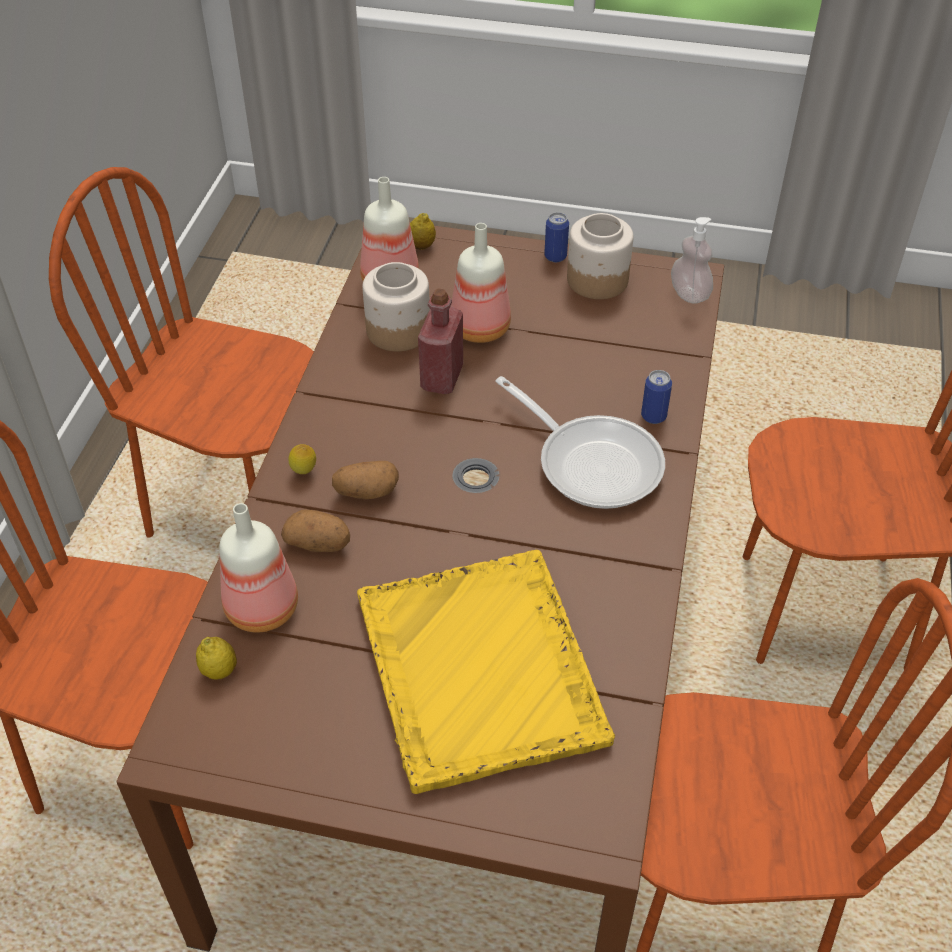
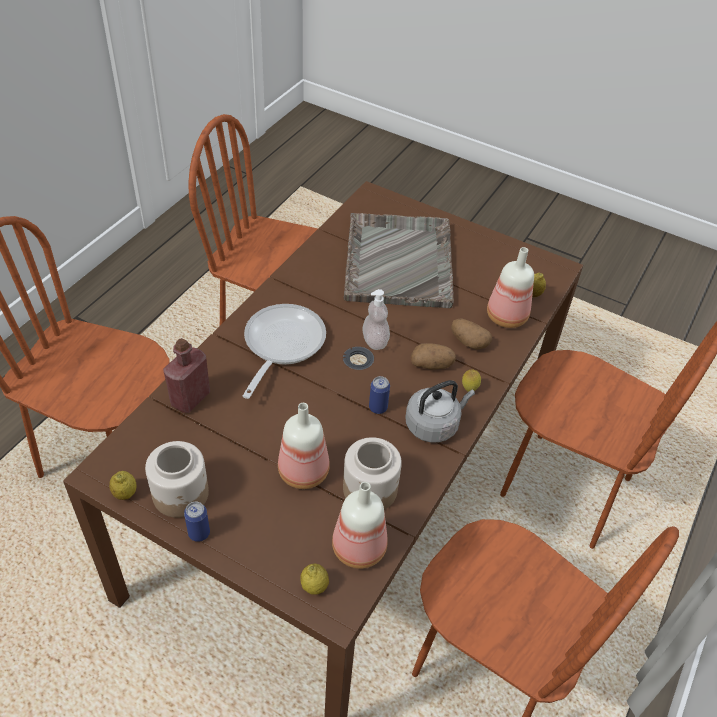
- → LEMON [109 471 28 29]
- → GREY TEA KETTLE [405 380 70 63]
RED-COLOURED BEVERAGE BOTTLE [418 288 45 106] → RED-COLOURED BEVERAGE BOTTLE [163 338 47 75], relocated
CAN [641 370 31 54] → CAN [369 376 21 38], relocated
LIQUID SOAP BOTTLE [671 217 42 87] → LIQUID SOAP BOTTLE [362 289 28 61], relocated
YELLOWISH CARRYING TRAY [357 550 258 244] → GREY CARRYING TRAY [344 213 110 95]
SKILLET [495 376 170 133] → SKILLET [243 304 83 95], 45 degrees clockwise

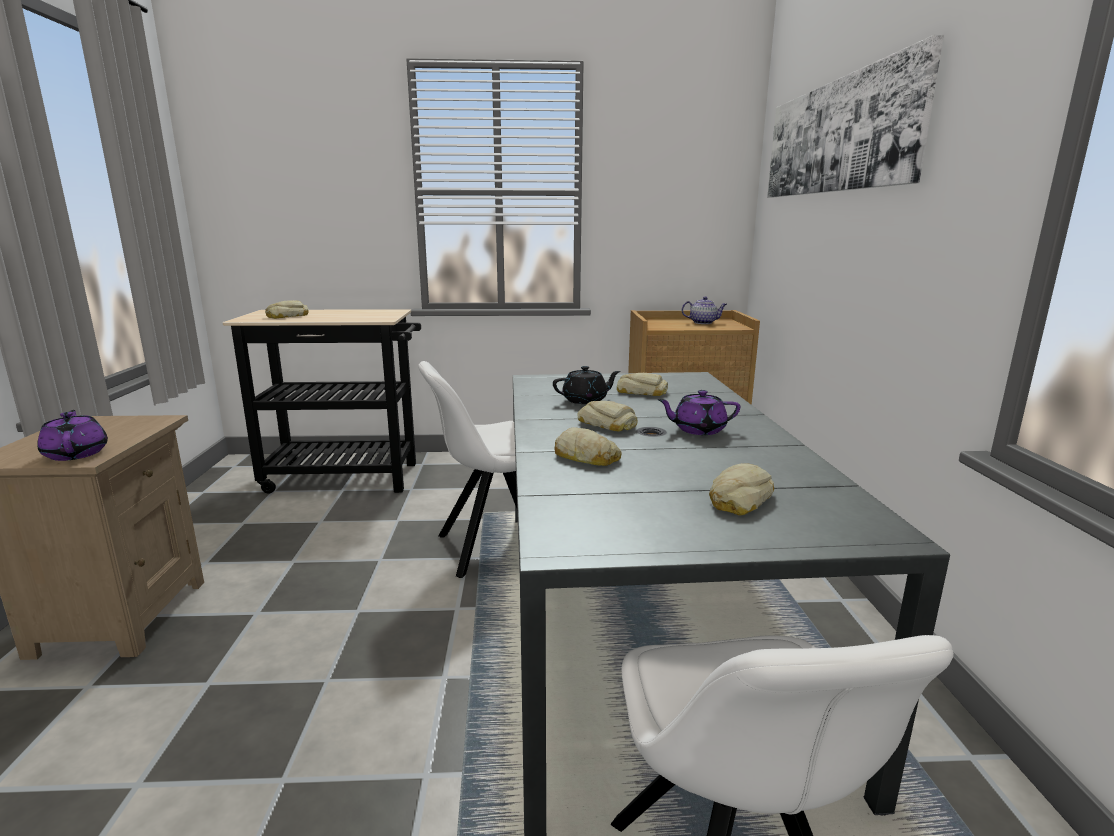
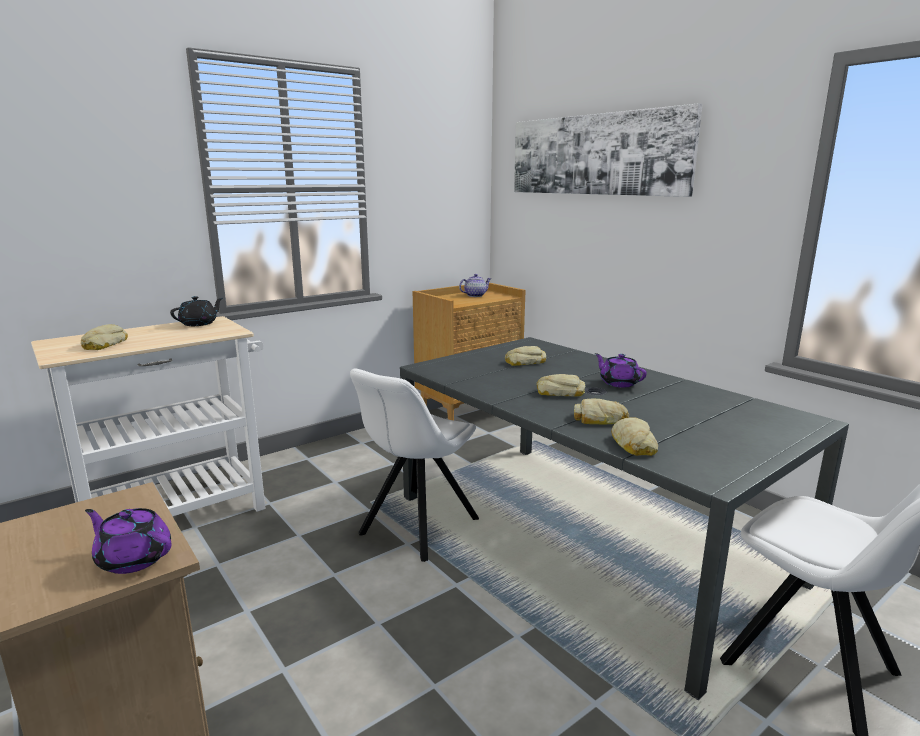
BLACKISH TEAPOT [553 366 68 38] → BLACKISH TEAPOT [170 296 53 30], relocated
BREAD [709 463 65 53] → BREAD [611 417 47 39], relocated
BLACKISH CART [223 309 198 185] → WHITISH CART [31 316 235 200]
PURPLISH TEAPOT [658 390 82 45] → PURPLISH TEAPOT [595 353 52 35], 90 degrees clockwise

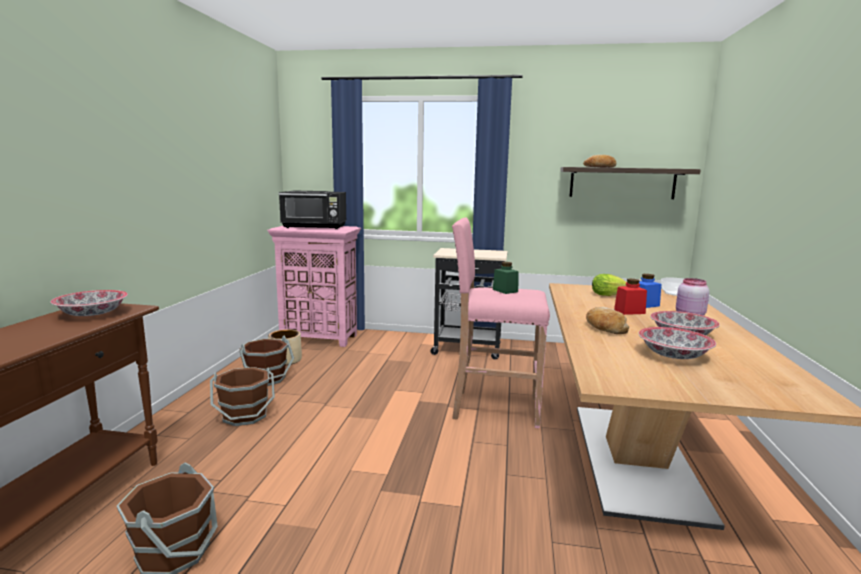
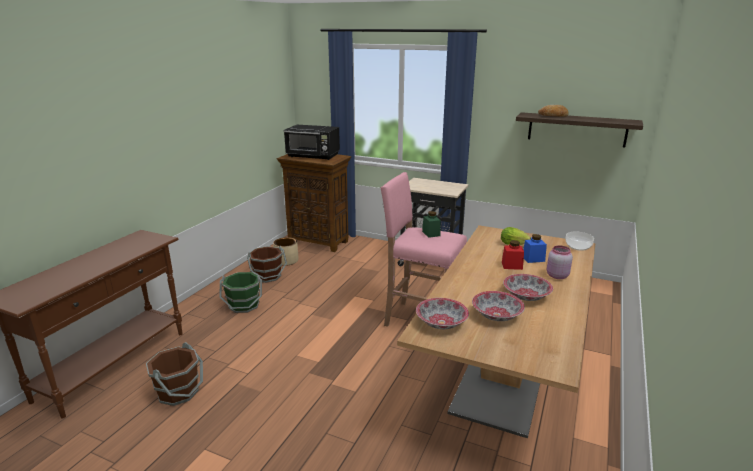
BREAD [586 307 43 27] → -
SERVING BOWL [50 290 78 26] → SERVING BOWL [416 298 53 31], relocated
BROWN BUCKET [210 367 65 59] → GREEN BUCKET [219 272 43 41]
PINK-COLOURED CUPBOARD [267 226 94 121] → BROWN CUPBOARD [277 154 75 98]

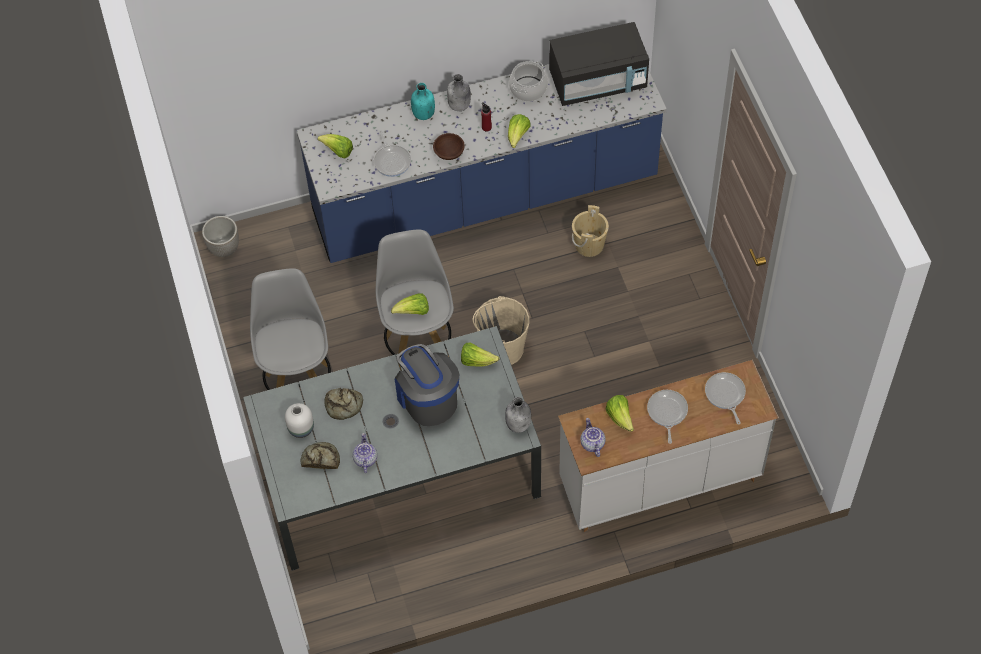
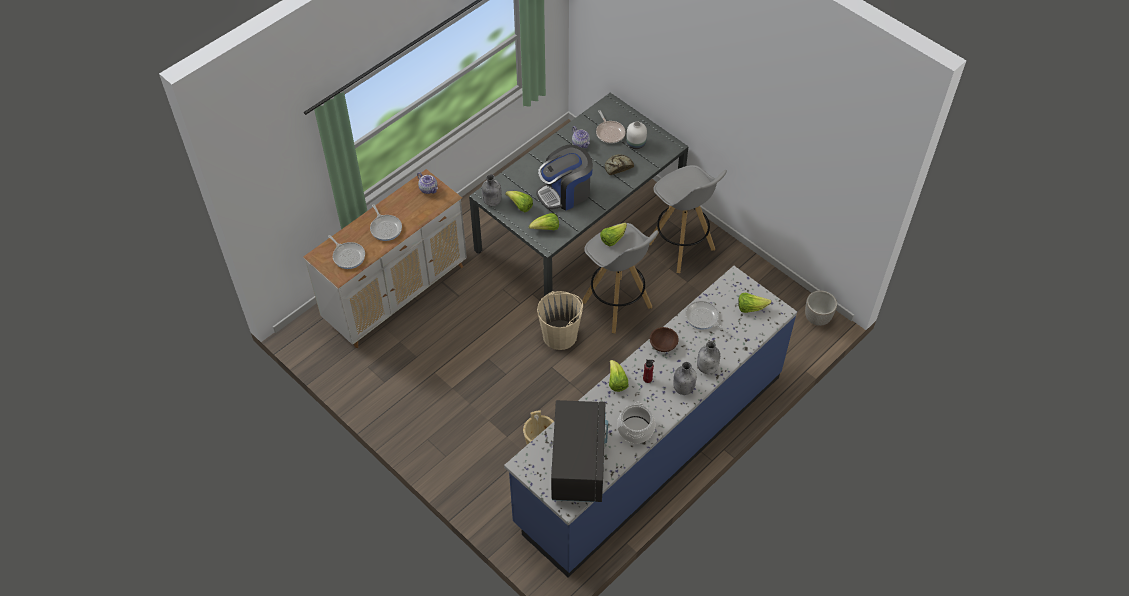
LETTUCE [605 395 29 37] → LETTUCE [505 191 28 21], relocated
BREAD [300 442 40 27] → SKILLET [596 110 30 34]
TURQUOISE-COLOURED BEVERAGE BOTTLE [411 83 24 37] → GREY BEVERAGE BOTTLE [697 341 23 33]
COFFEE BREWER [395 344 64 82] → COFFEE BREWER [536 144 57 67], 120 degrees clockwise
BLACKISH KITCHEN MICROWAVE [549 22 100 84] → BLACKISH KITCHEN MICROWAVE [551 400 57 102], 135 degrees clockwise

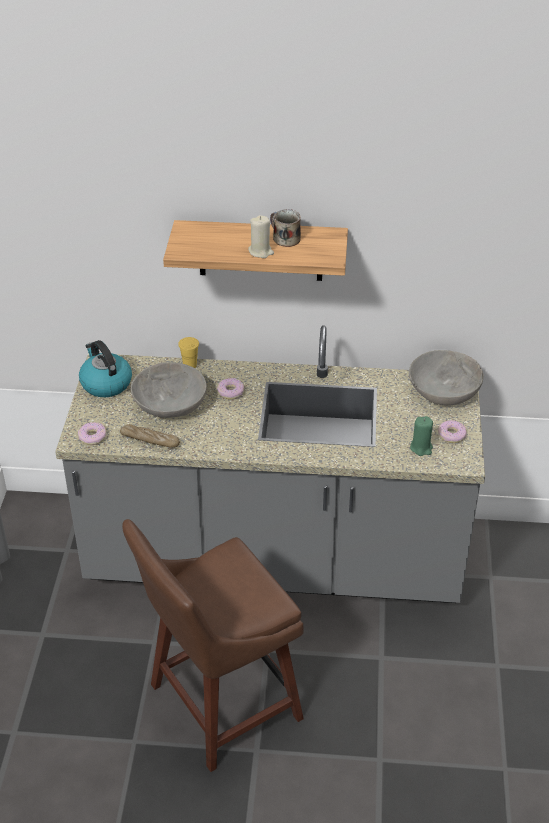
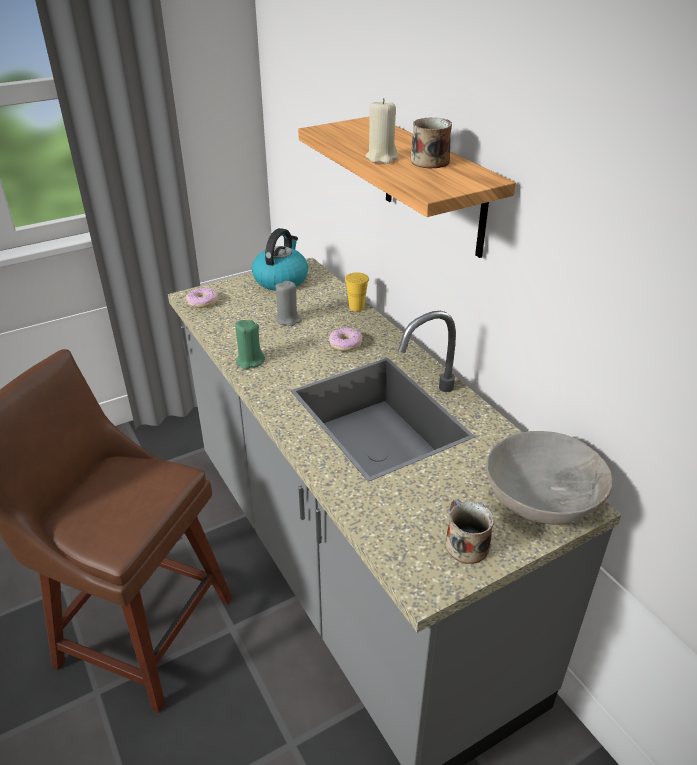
BREAD [120 424 60 24] → -
GREEN CANDLE [410 416 23 40] → GREEN CANDLE [235 320 30 50], relocated
GREY SERVING BOWL [131 362 76 56] → GREY CANDLE [275 281 27 45]
DOUGHNUT [438 420 29 23] → MUG [445 499 49 65]

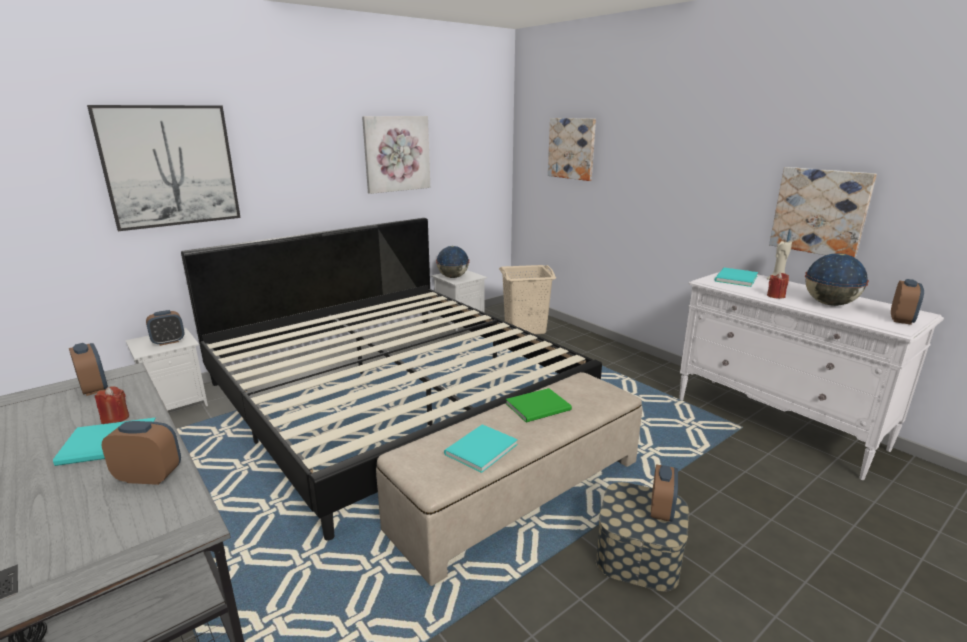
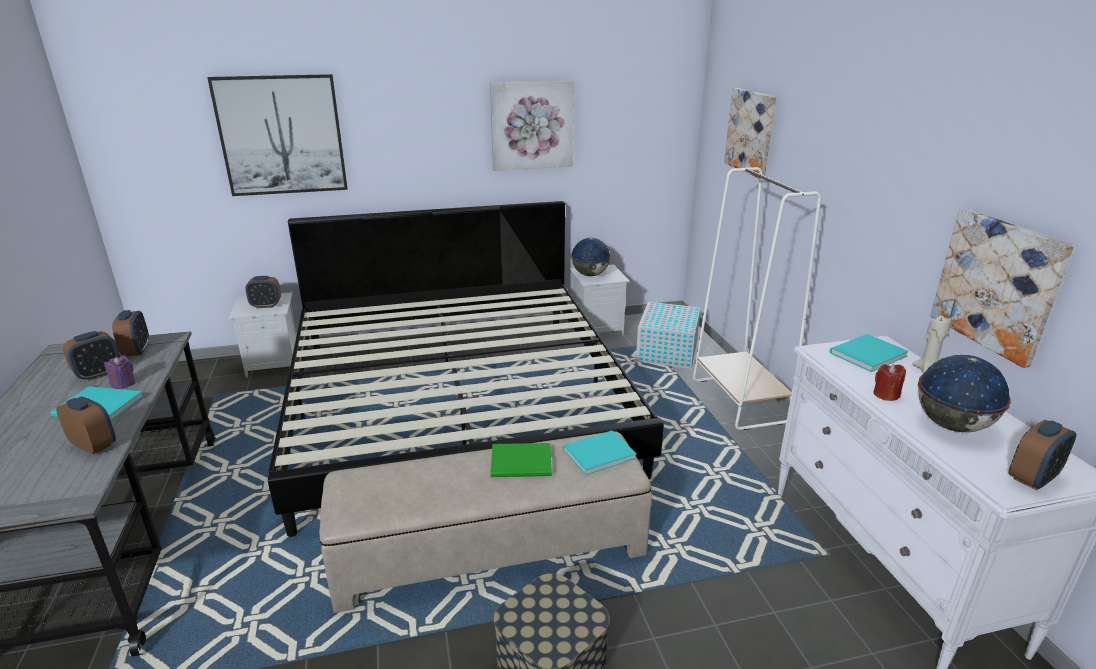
- → GARMENT STAND [693 167 128 263]
TURQUOISE-COLOURED VOLUME [444 424 74 49] → TURQUOISE-COLOURED VOLUME [563 430 74 45], relocated
TABLE CLOCK [651 464 27 57] → TABLE CLOCK [63 331 58 50], relocated
BEIGE WASHING BASKET [499 265 57 69] → WHITISH STORAGE CONTAINER [636 302 65 67]
RED-COLOURED CANDLE [95 386 34 38] → PURPLISH CANDLE [104 356 31 33]

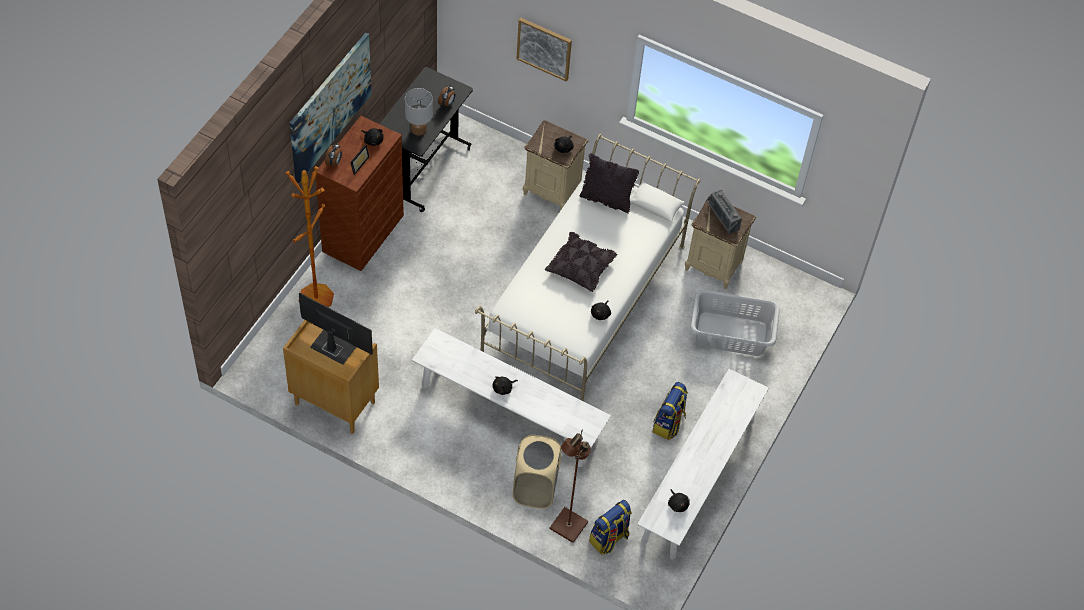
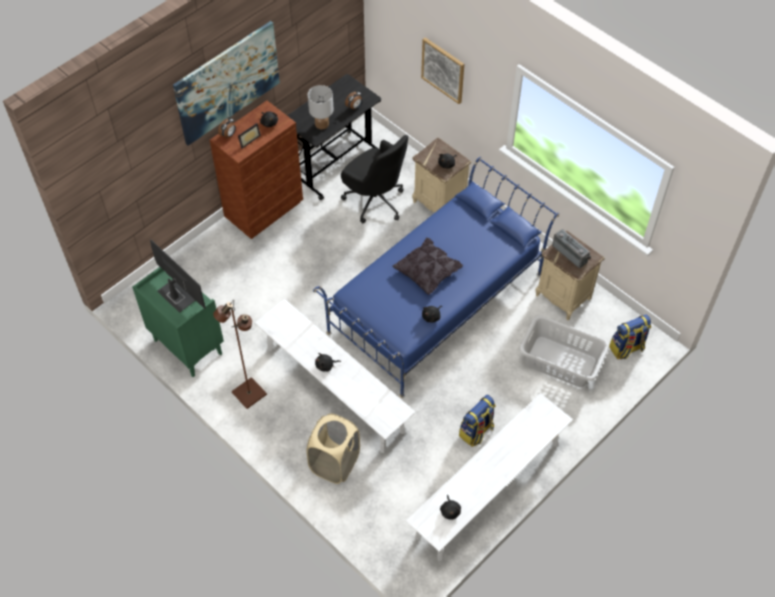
ORANGEY GARMENT STAND [285 166 49 141] → -
BLACKISH PILLOW [579 153 60 61] → -
- → BLACKISH OFFICE CHAIR [341 135 67 88]
BROWN FLOOR LAMP [549 430 42 113] → BROWN FLOOR LAMP [213 301 54 108], relocated
KNAPSACK [589 500 43 55] → KNAPSACK [609 314 42 45], relocated
BROWN CUPBOARD [283 320 96 114] → GREEN CUPBOARD [132 267 92 110]
WHITISH BEDROOM BED [475 134 225 267] → BLUE BEDROOM BED [313 157 246 241]
RADIO SET [706 190 36 44] → RADIO SET [552 229 40 39], 150 degrees clockwise

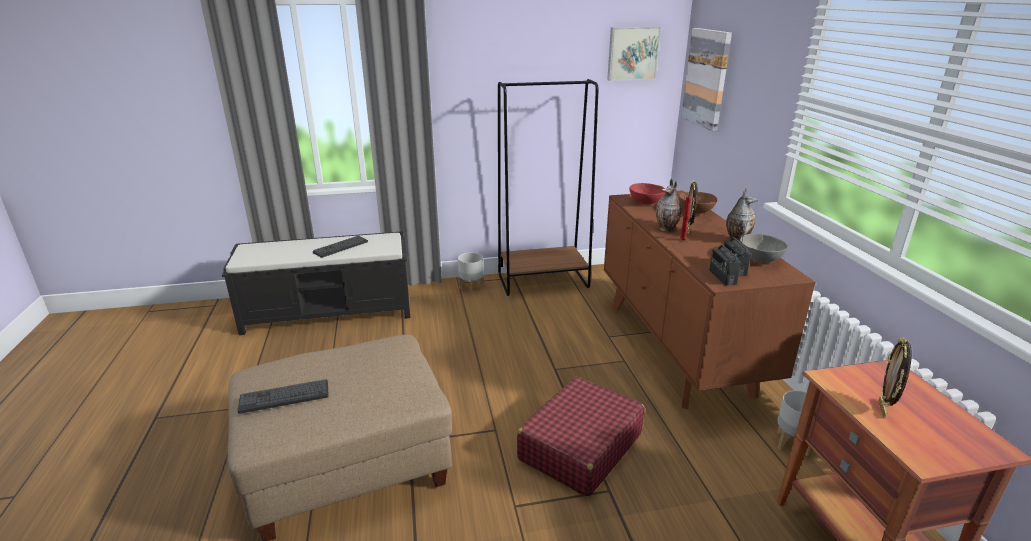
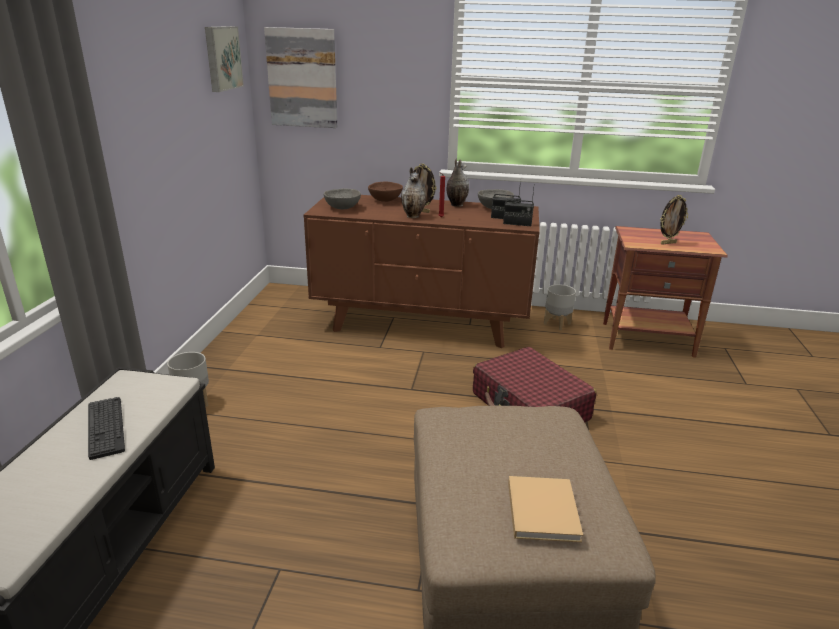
GARMENT STAND [498 79 100 217] → -
KEYBOARD [238 379 91 35] → BEIGE VOLUME [508 476 75 66]
RED-COLOURED SERVING BOWL [629 183 36 21] → GREY SERVING BOWL [324 188 37 21]
PHOTO FRAME [878 338 34 81] → PHOTO FRAME [660 195 28 50], 60 degrees counterclockwise

